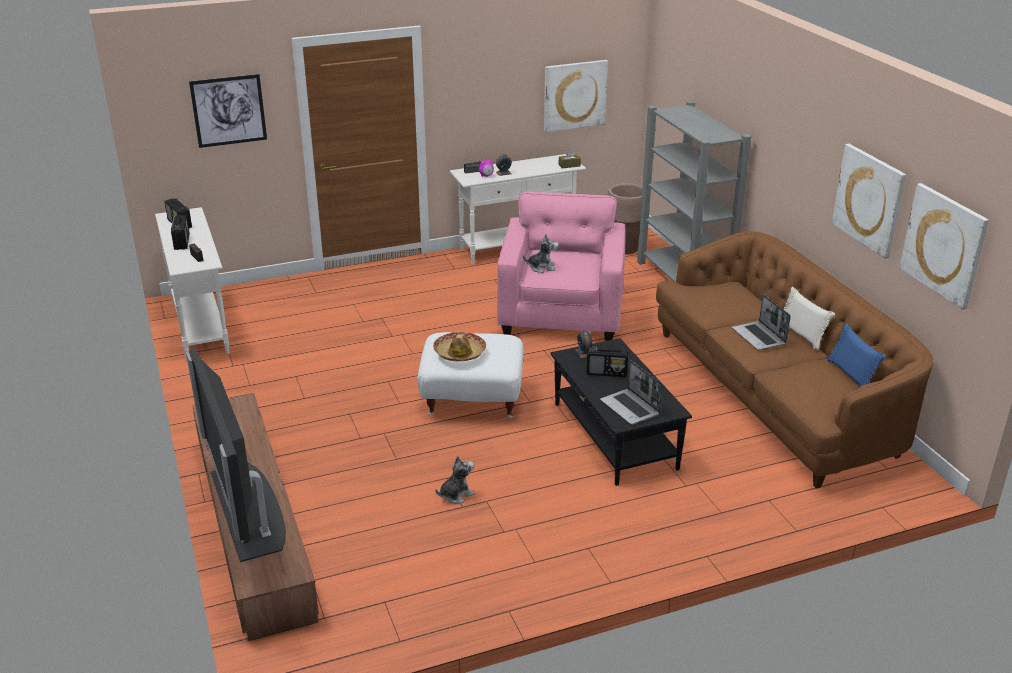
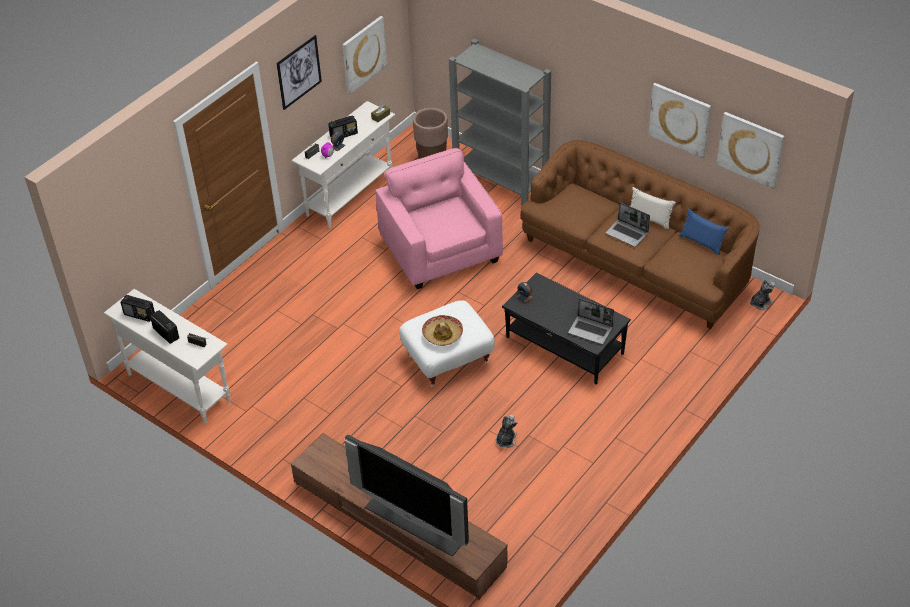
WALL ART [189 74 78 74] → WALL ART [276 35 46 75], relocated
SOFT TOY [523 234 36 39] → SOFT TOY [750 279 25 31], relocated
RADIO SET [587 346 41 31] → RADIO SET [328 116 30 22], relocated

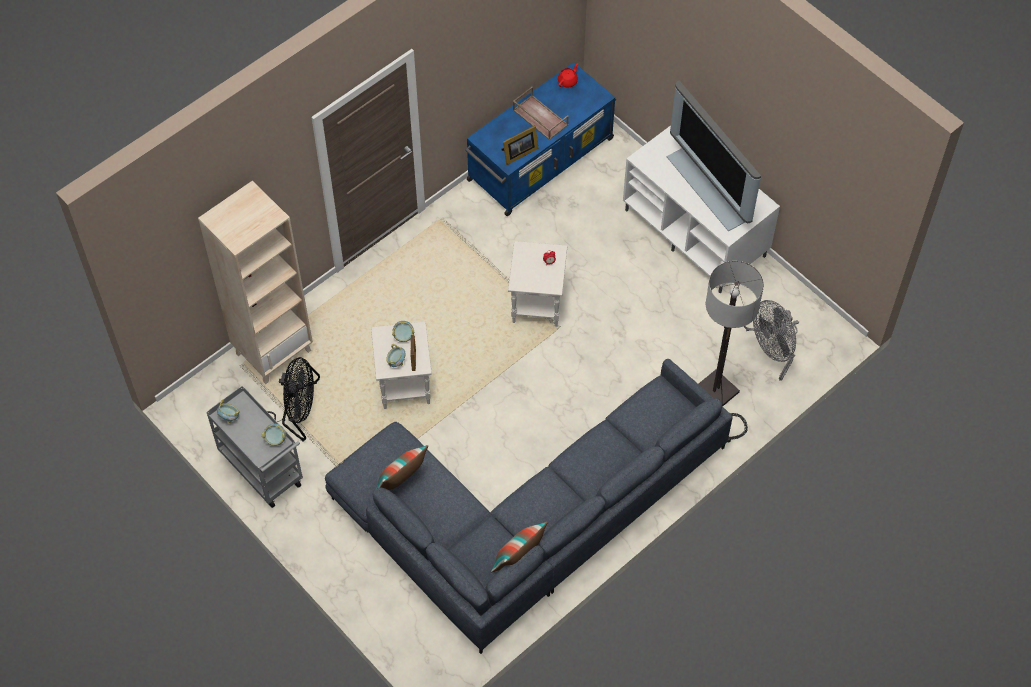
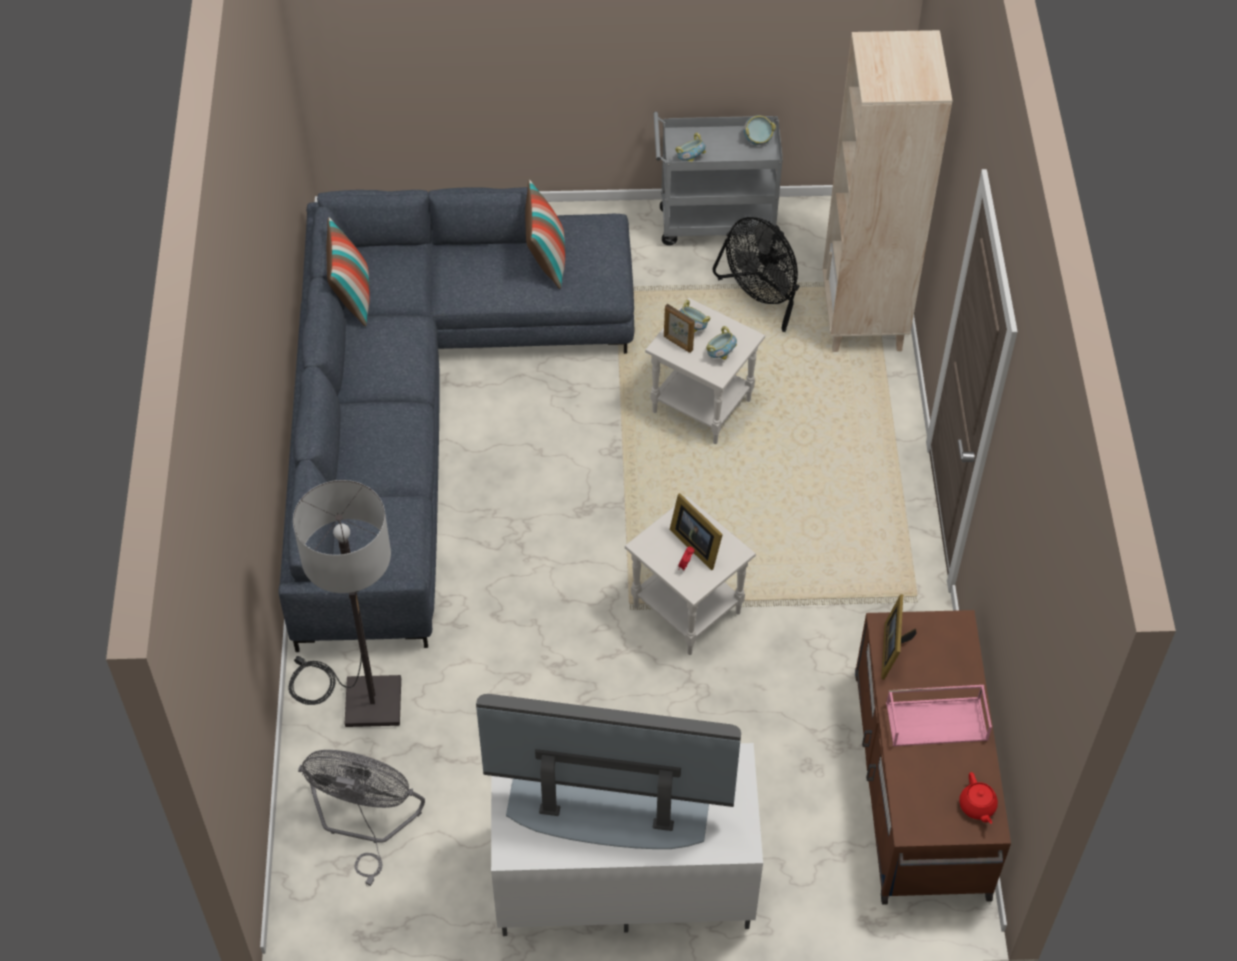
- → PHOTO FRAME [670 493 53 77]
BLUE CUPBOARD [465 62 151 154] → BROWN CUPBOARD [855 610 156 295]
BROWN CARRYING TRAY [513 87 56 53] → PINK-COLOURED CARRYING TRAY [886 685 106 61]

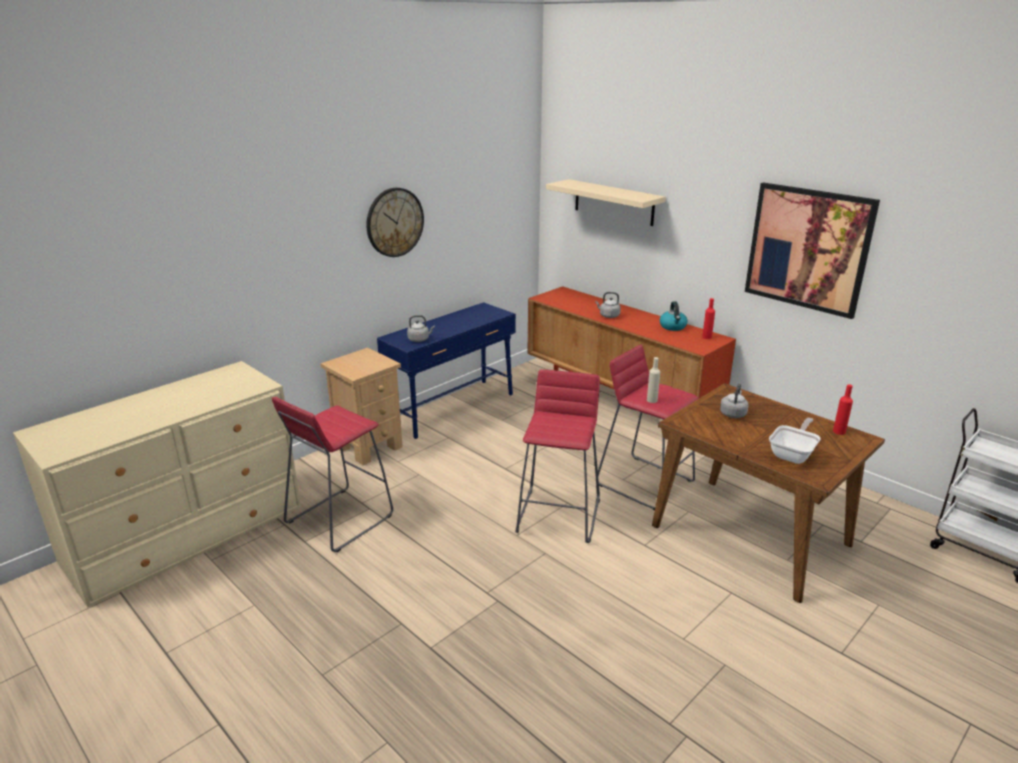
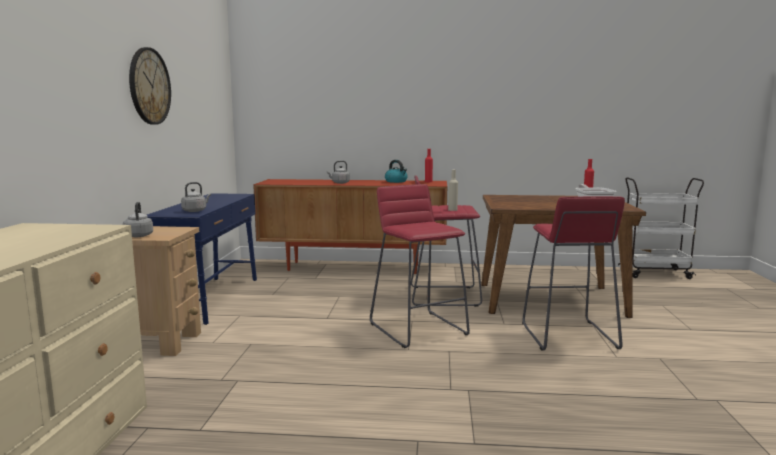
BEIGE SHELF [546 179 120 47] → -
WALL ART [745 182 135 137] → -
RED-COLOURED STOOL SEAT [272 397 121 155] → RED-COLOURED STOOL SEAT [522 196 103 154], relocated
GREY TEA KETTLE [720 384 28 34] → GREY TEA KETTLE [123 202 30 35], relocated

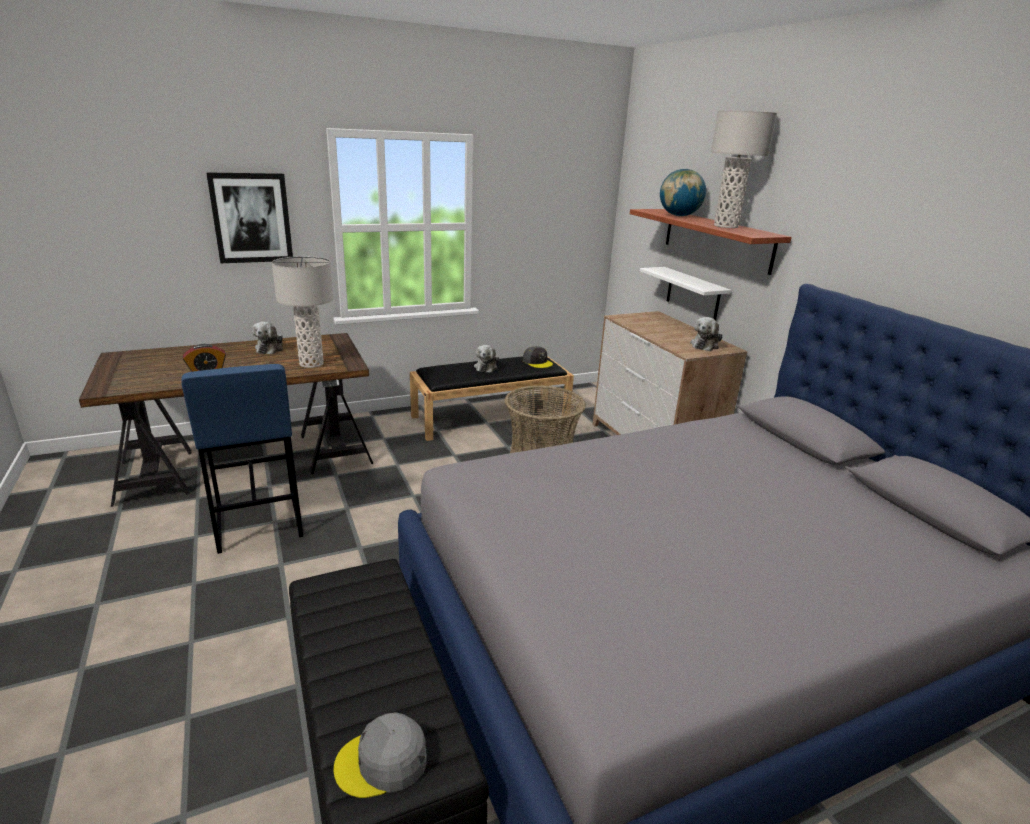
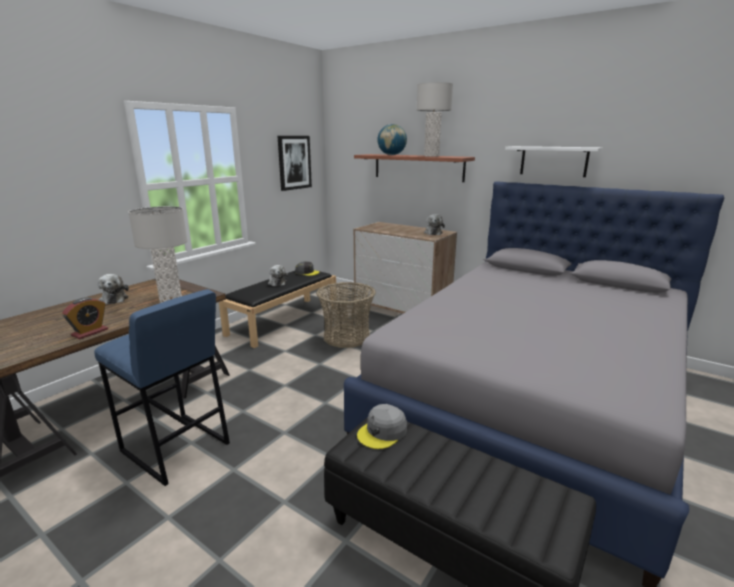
WALL ART [206 172 87 91] → WALL ART [278 136 34 55], relocated
GREY BASEBALL CAP [334 712 93 86] → GREY BASEBALL CAP [357 404 50 45], relocated
WHITISH SHELF [640 267 91 53] → WHITISH SHELF [505 146 98 31], relocated

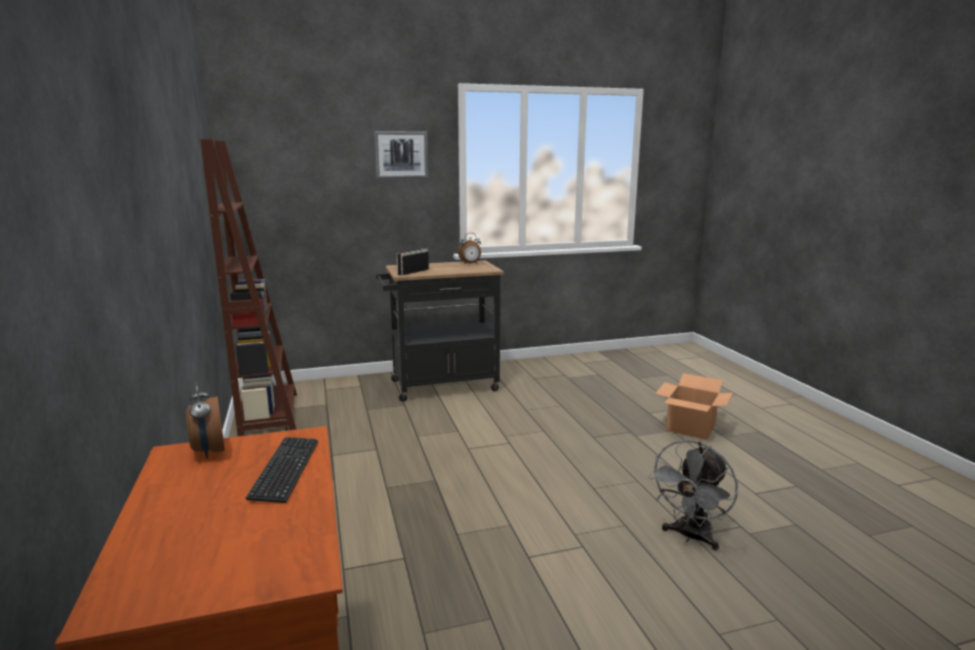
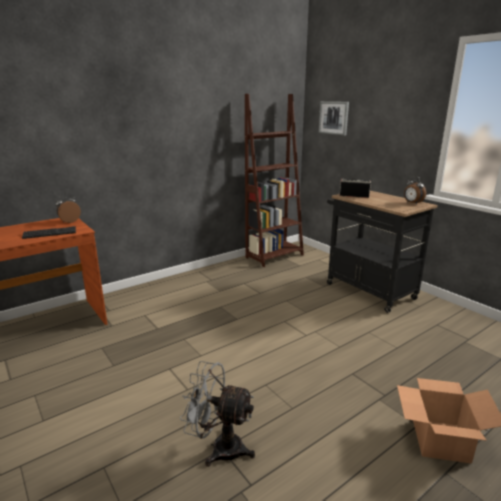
WALL ART [374 131 54 48] → WALL ART [318 101 31 35], relocated

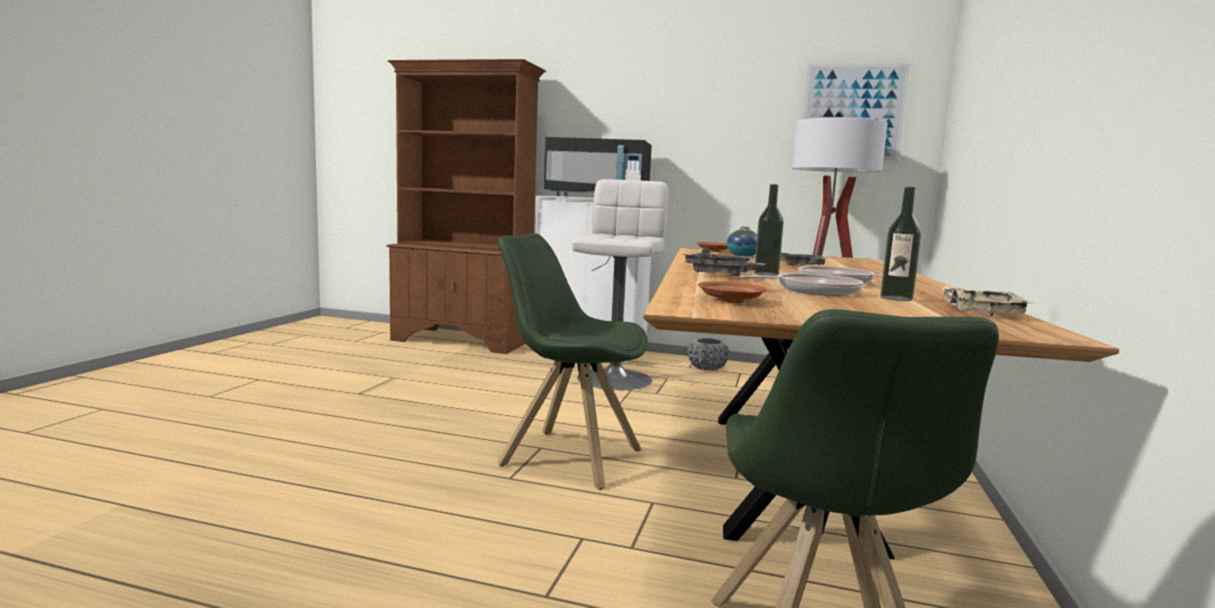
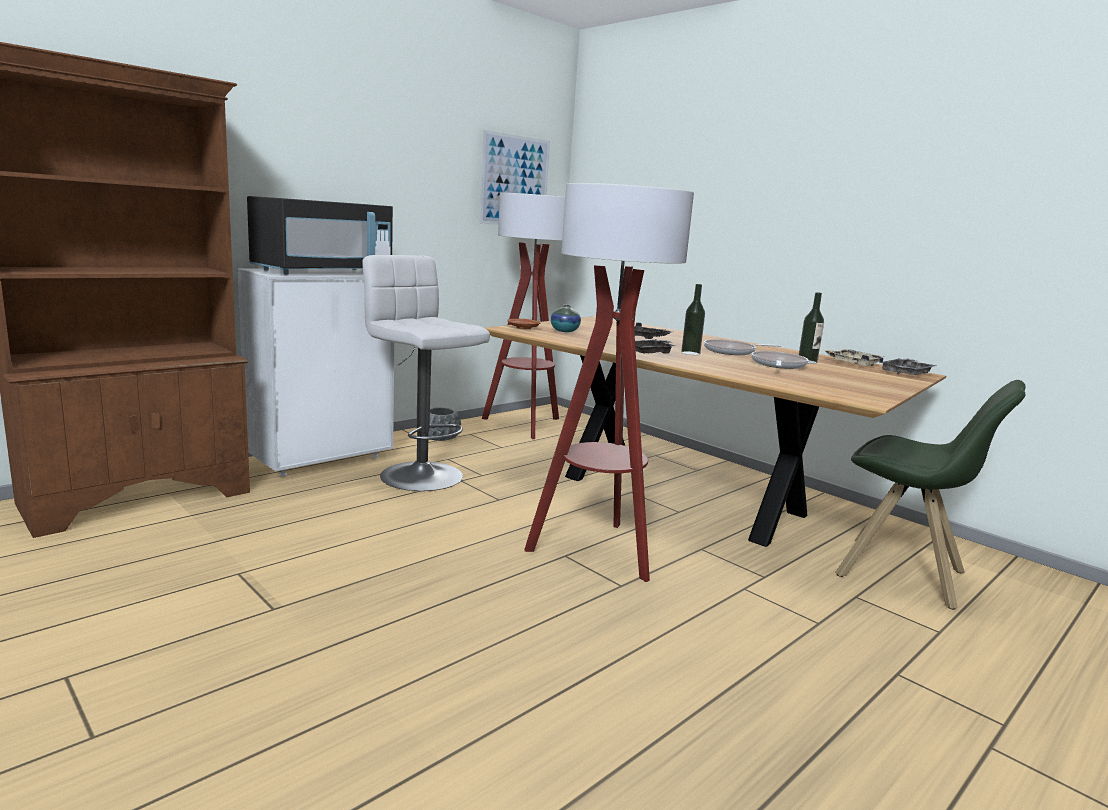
BROWN PLATE [698 281 68 22] → -
GREY CARRYING TRAY [688 254 77 22] → GREY CARRYING TRAY [879 357 59 18], relocated
GREEN UPRIGHT CHAIR [497 233 151 257] → FLOOR LAMP [524 183 170 399]

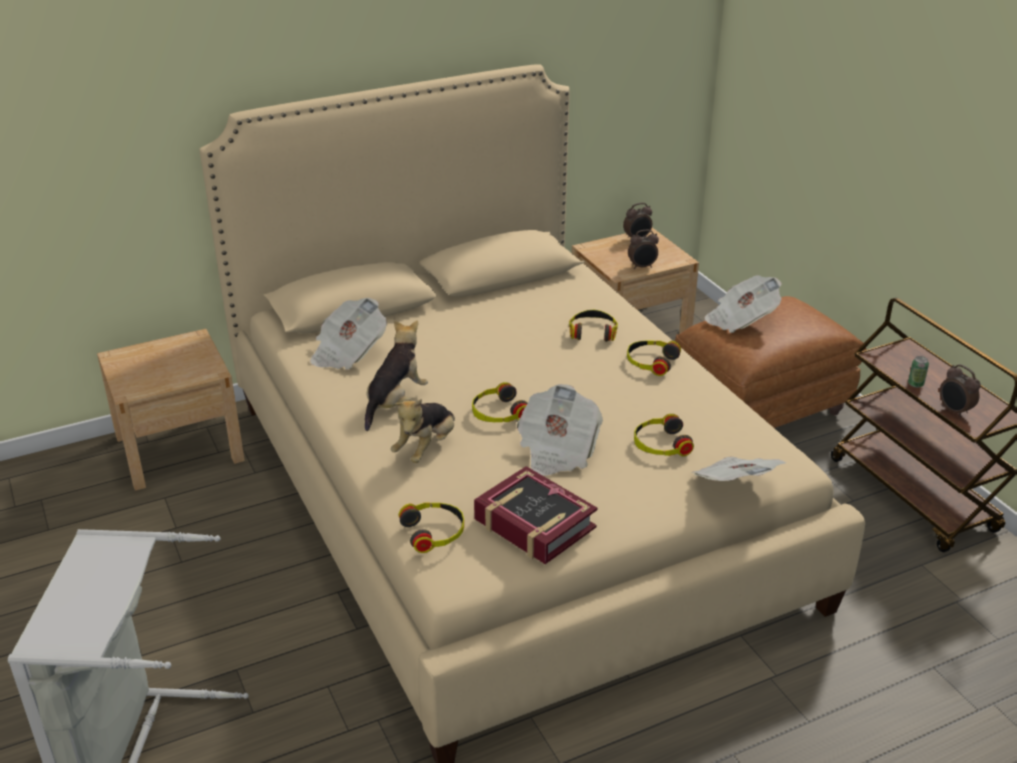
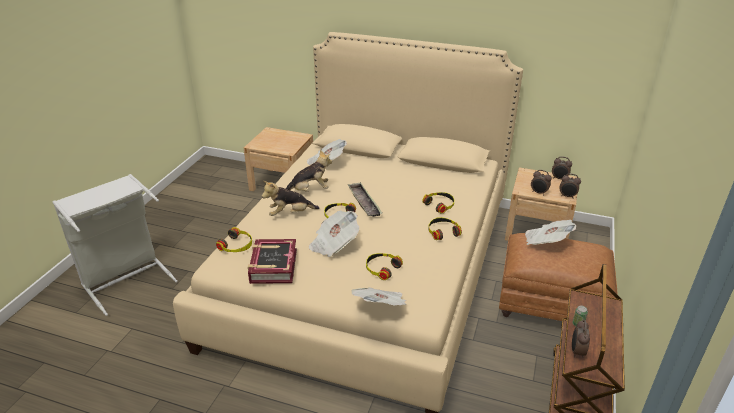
- → CARRYING TRAY [347 182 36 35]
- → TABLE CLOCK [560 174 21 24]

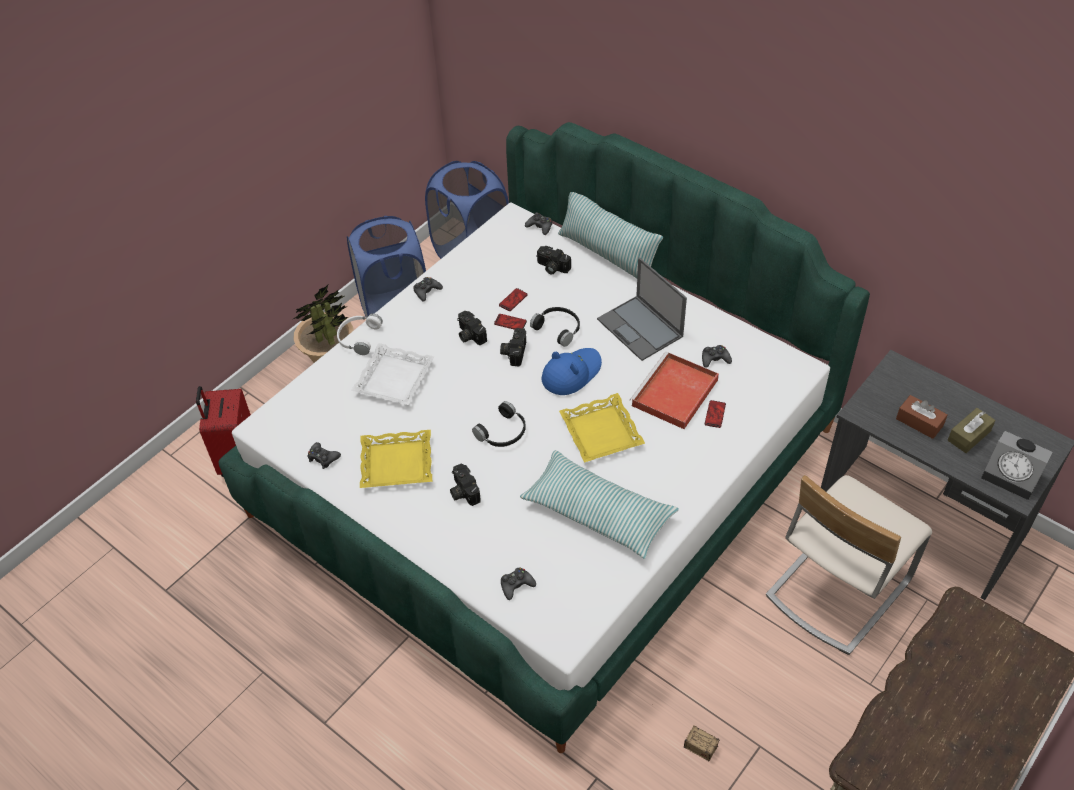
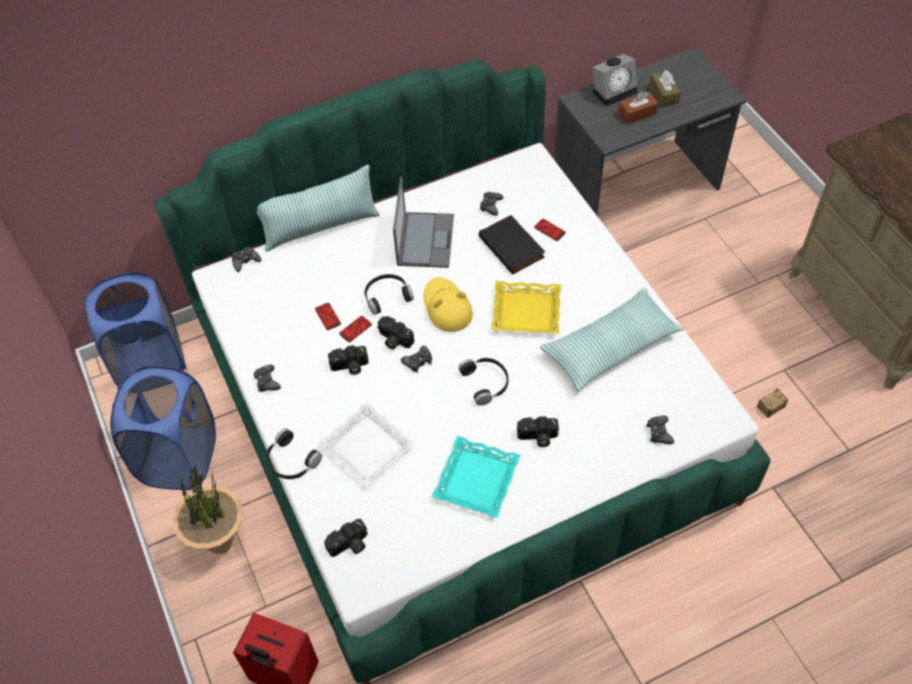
BEIGE UPRIGHT CHAIR [766 475 166 180] → -
BLACKISH GAME CONTROLLER [308 442 33 27] → BLACKISH GAME CONTROLLER [401 345 31 28], relocated
STILL CAMERA [536 246 35 29] → STILL CAMERA [324 519 44 38], relocated
TABLE CLOCK [981 431 72 69] → TABLE CLOCK [592 54 45 53], relocated
RED-COLOURED CARRYING TRAY [630 352 89 77] → BLACKISH VOLUME [479 215 66 59]
WHITISH PAIR OF HEADPHONES [337 313 46 42] → BLACKISH PAIR OF HEADPHONES [266 428 56 51]
YELLOWISH CARRYING TRAY [360 430 72 58] → TURQUOISE-COLOURED CARRYING TRAY [432 436 89 82]
BLUE CLOTHING HAT [541 348 61 47] → YELLOWISH CLOTHING HAT [423 277 50 55]
NOTEBOOK COMPUTER [597 257 90 104] → NOTEBOOK COMPUTER [393 177 61 91], 75 degrees counterclockwise

